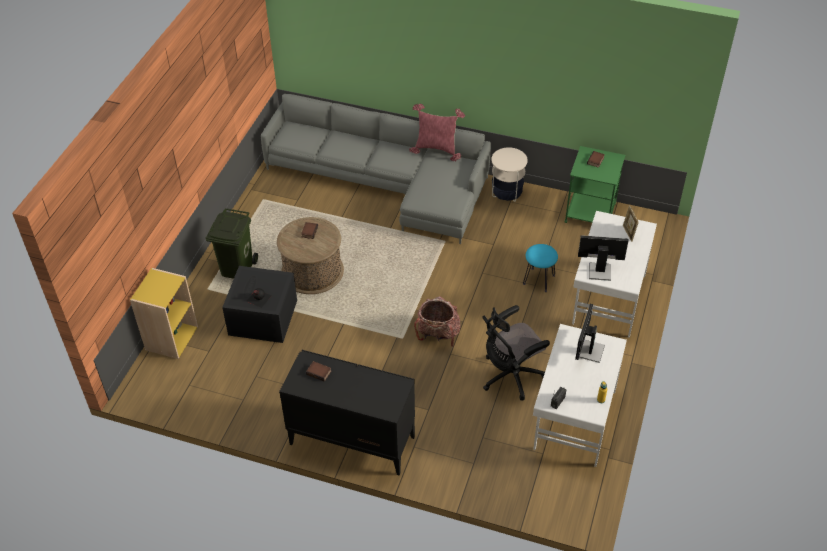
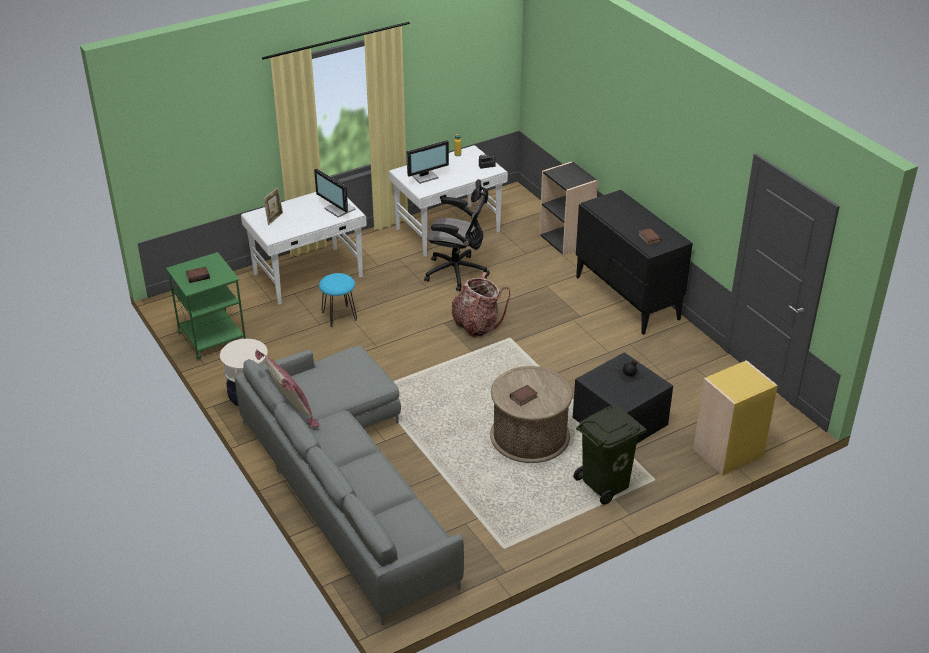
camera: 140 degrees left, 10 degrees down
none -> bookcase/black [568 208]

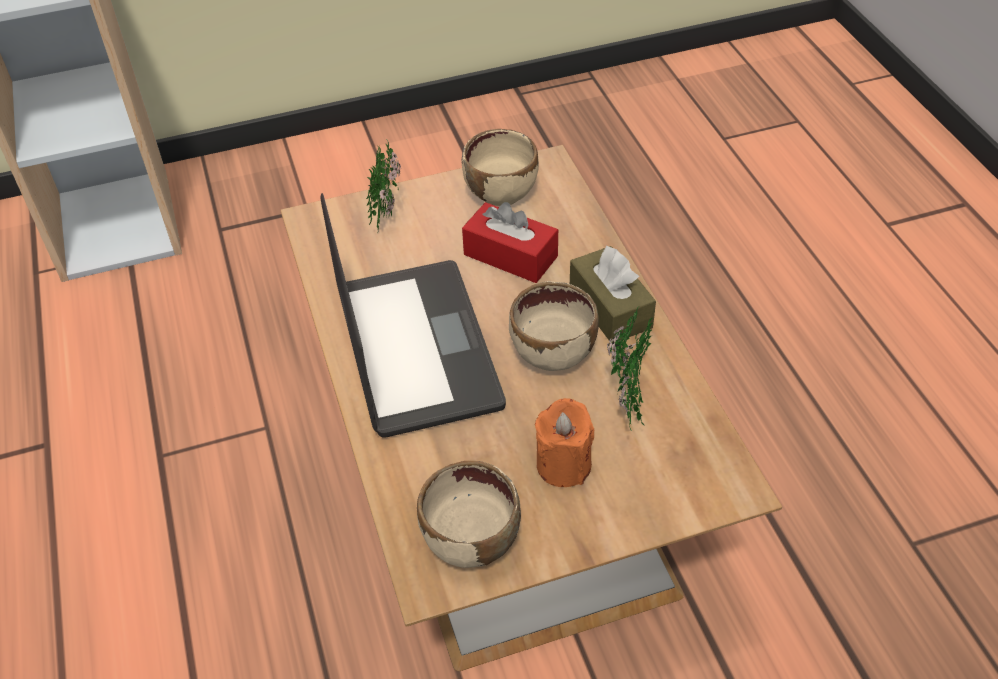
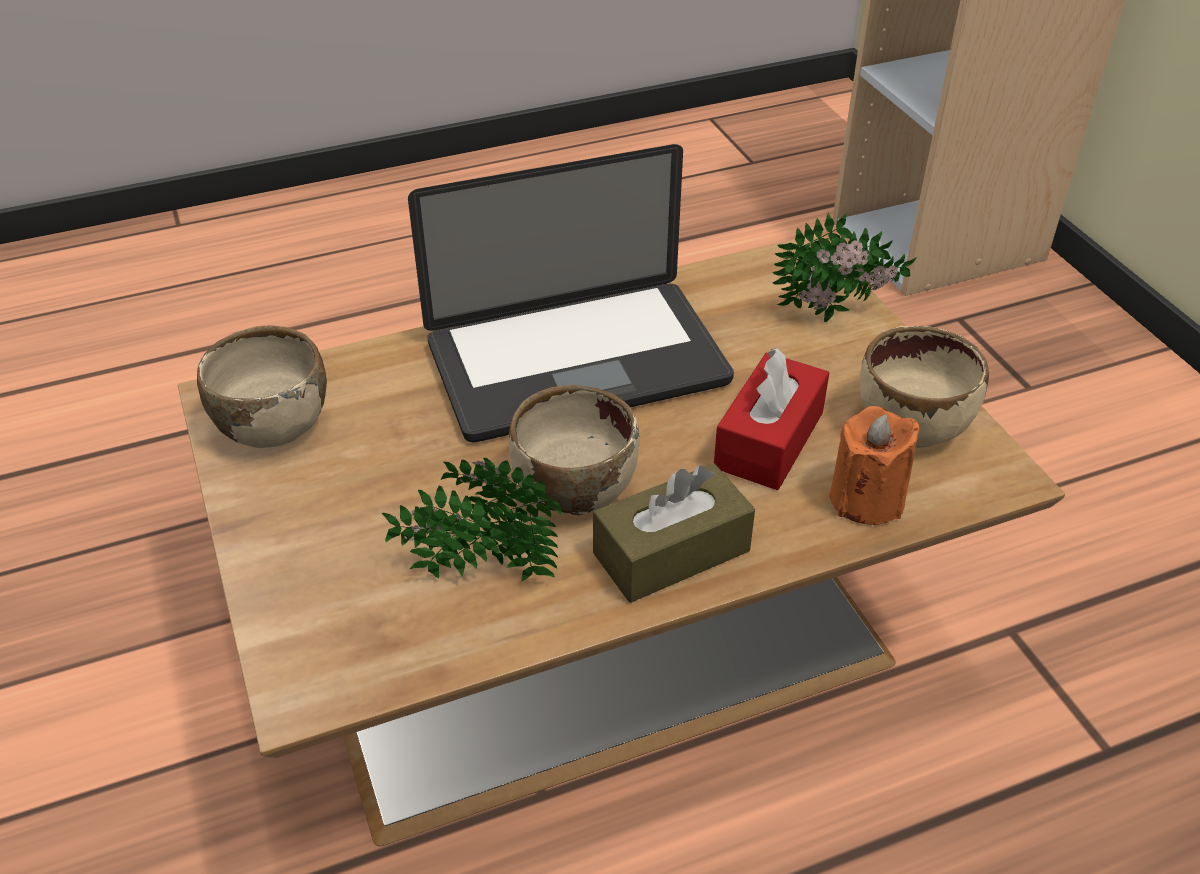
camera: 85 degrees right, 5 degrees down
candle/orange [564 442] -> candle/orange [875 465], moved

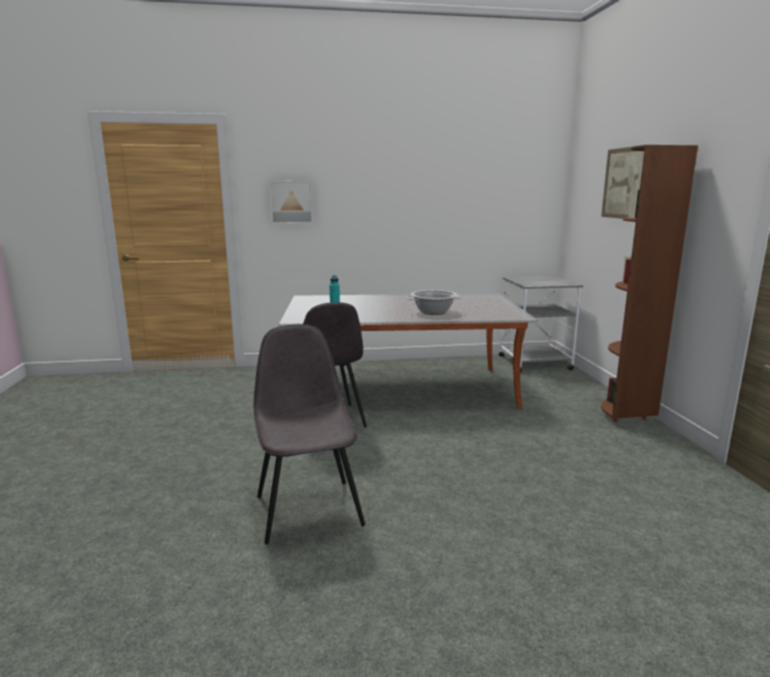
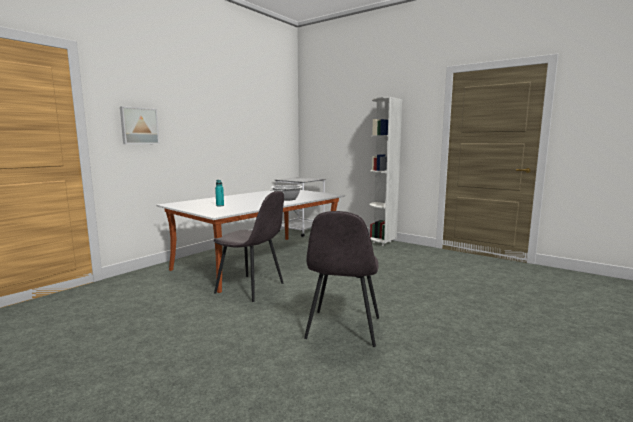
camera: 45 degrees left, 5 degrees down
chair/grey [309 434] -> chair/grey [341 279], 105 degrees counterclockwise
bookcase/brown [649 283] -> bookcase/white [385 171]
picture [622 183] -> none

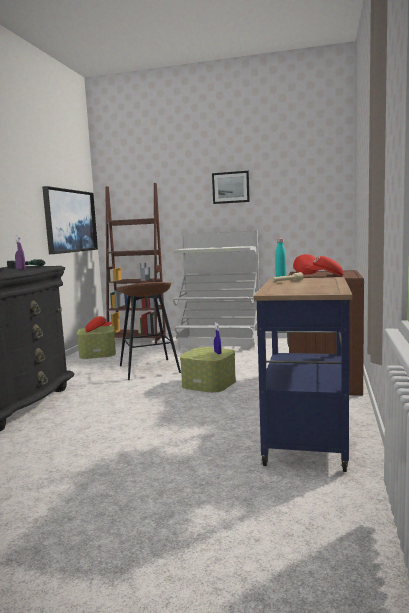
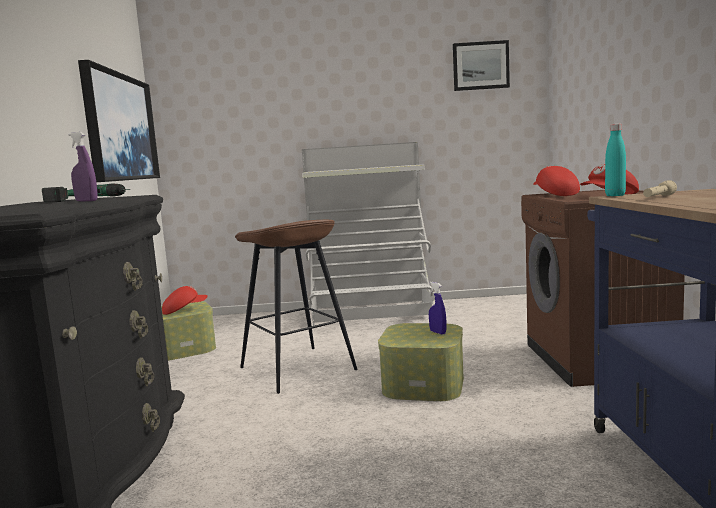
camera: 15 degrees left, 0 degrees up
bookcase/brown [136 263] -> none
picture [231 187] -> picture [481 65], moved

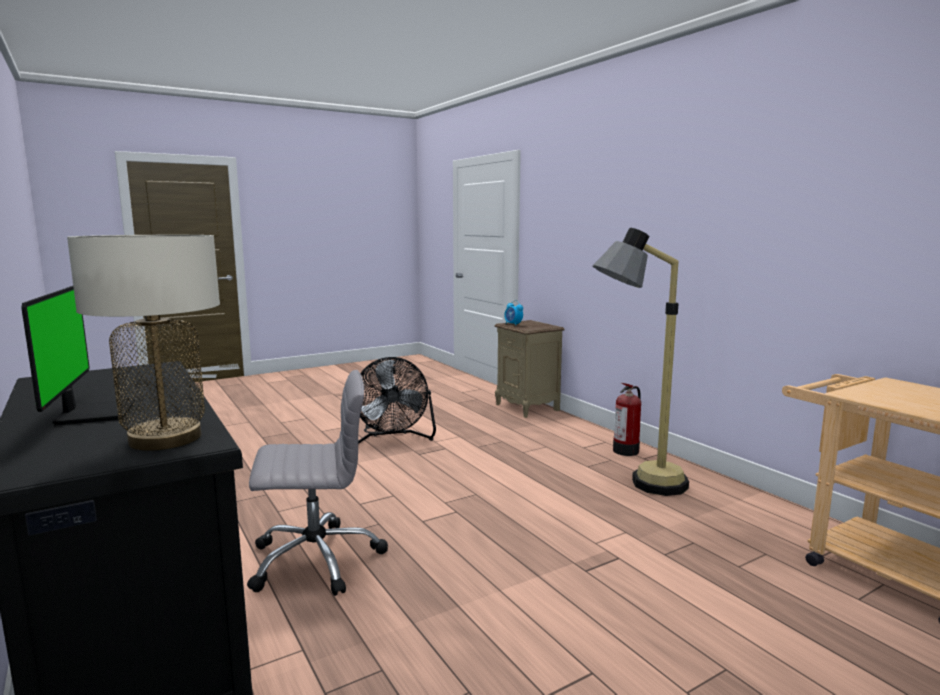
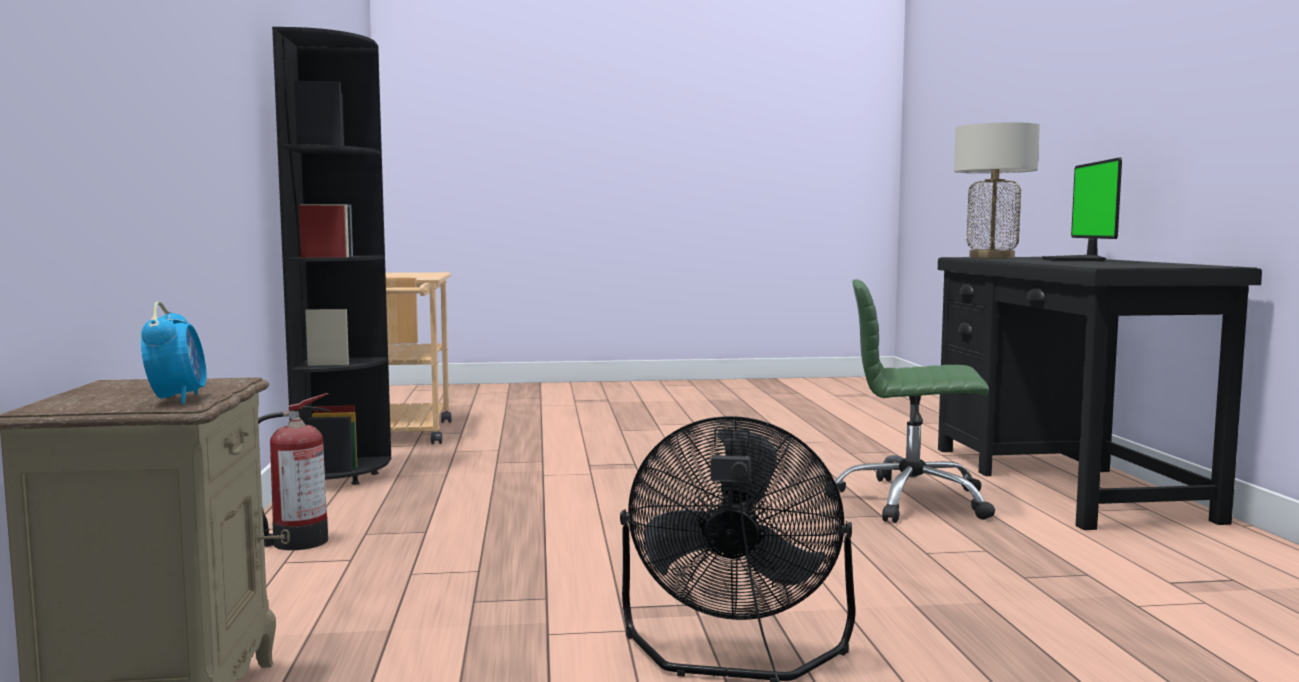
camera: 155 degrees left, 5 degrees down
office chair/grey [317 483] -> office chair/green [909 401]
floor lamp [640 361] -> none
none -> bookcase/black [331 256]

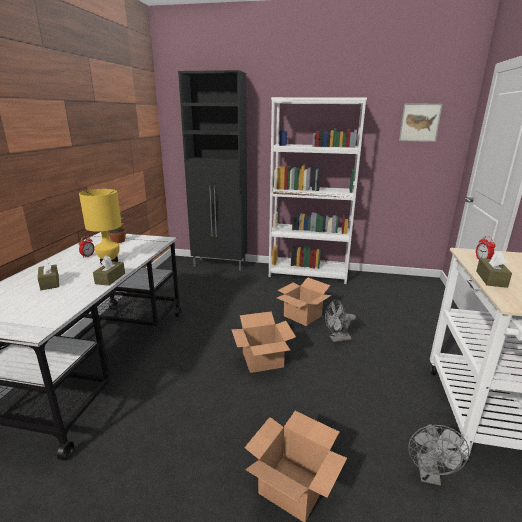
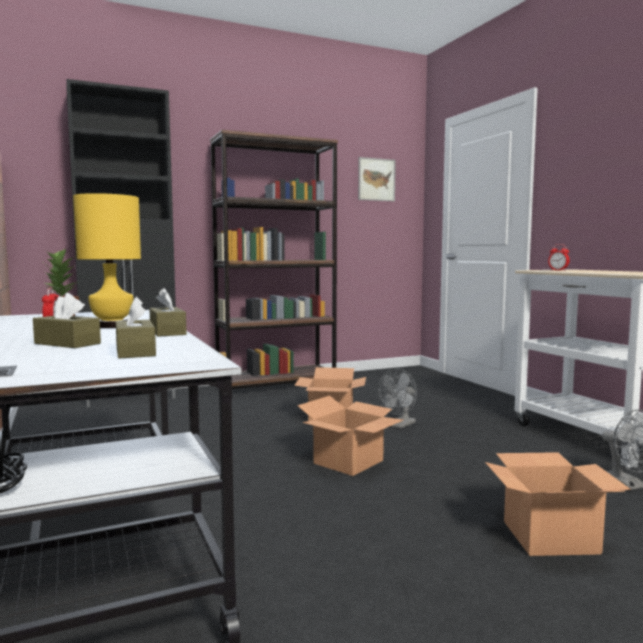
camera: 35 degrees left, 15 degrees down
bookcase/white [318 190] -> bookcase/brown [274 259]
tissue box/brown [494 269] -> tissue box/brown [136 328], moved

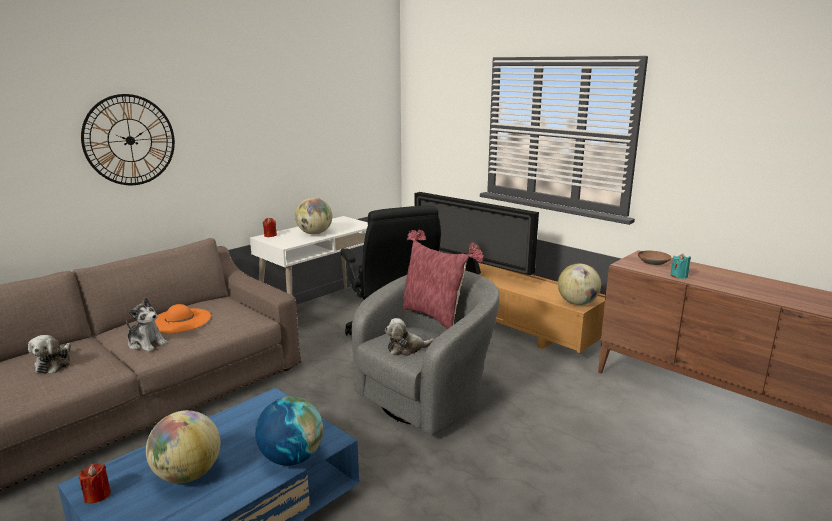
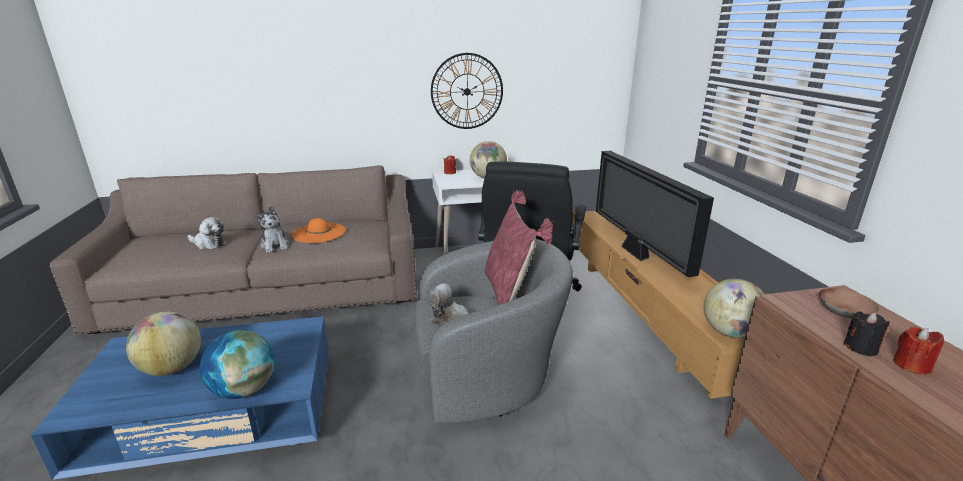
camera: 35 degrees right, 5 degrees up
plush toy [49 354] -> plush toy [207 233], 105 degrees counterclockwise
candle/red [95 483] -> candle/red [918 351], moved
wall clock [128 139] -> wall clock [467 91], moved
candle/turquoise [680 266] -> candle/black [866 334]

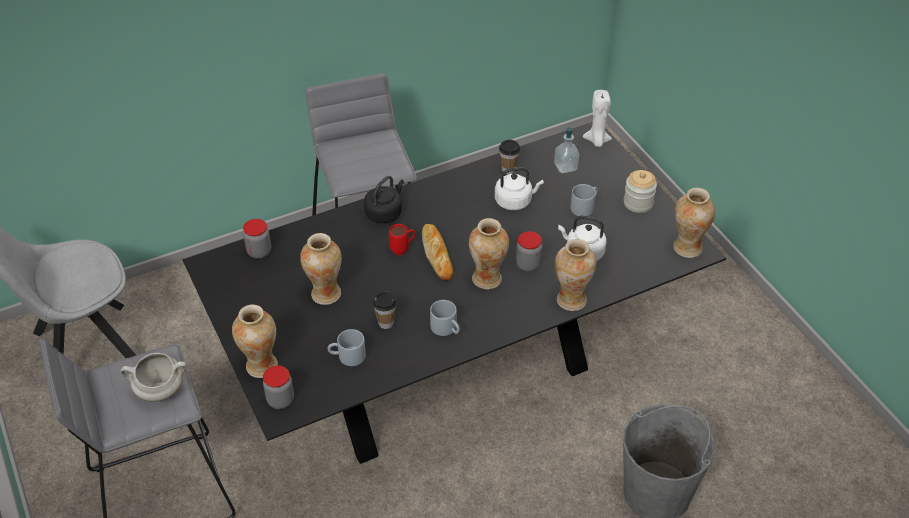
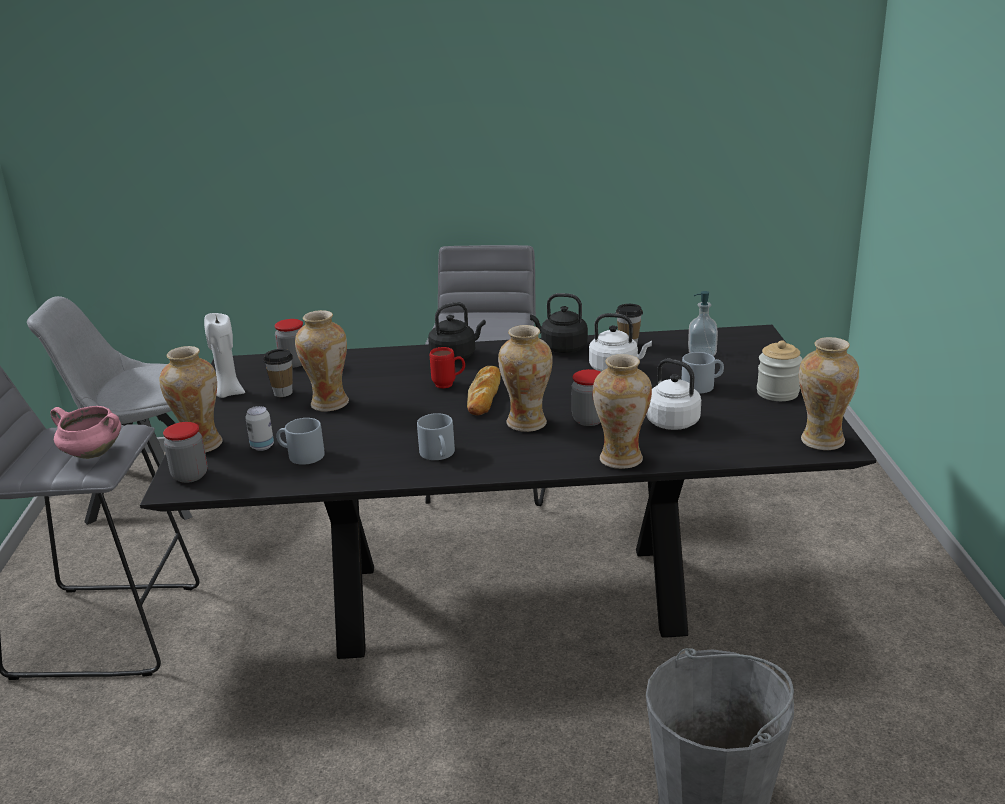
camera: 25 degrees right, 20 degrees down
cooking pot/white [153 377] -> cooking pot/pink [85 432]
cup [385 310] -> cup [278 373], moved
candle/white [597 118] -> candle/white [224 355], moved
none -> can [259 428]
none -> kettle/black [559 323]

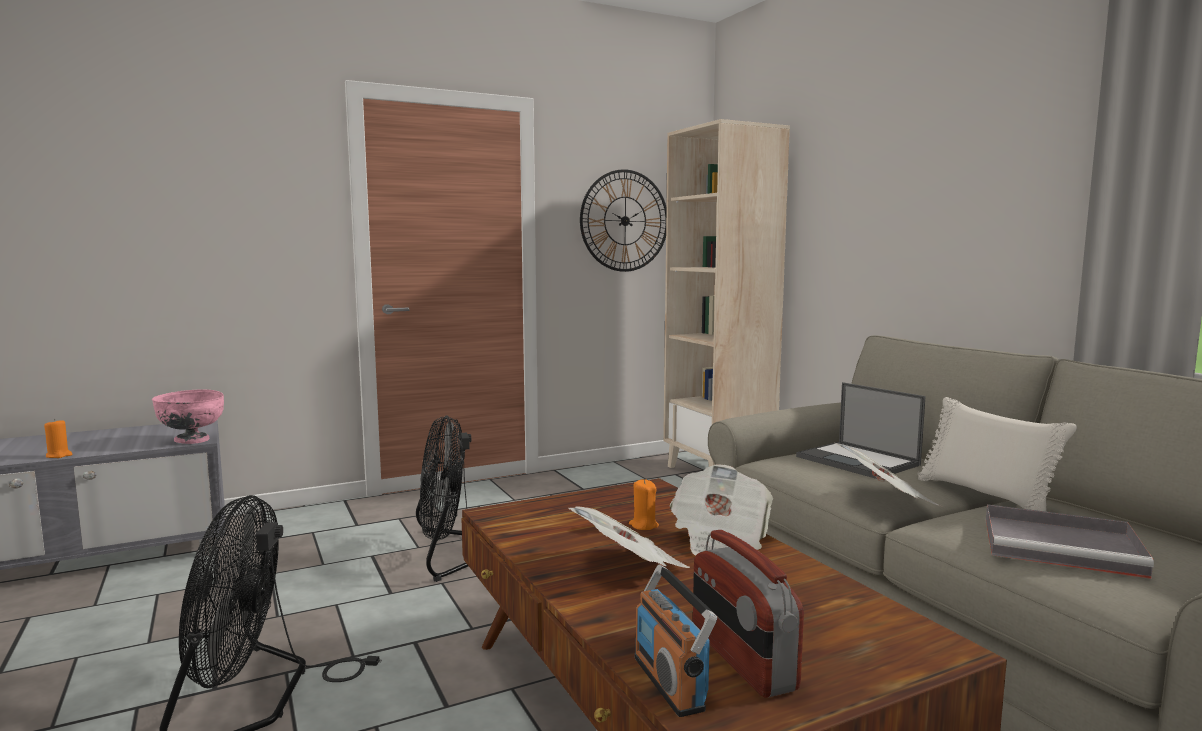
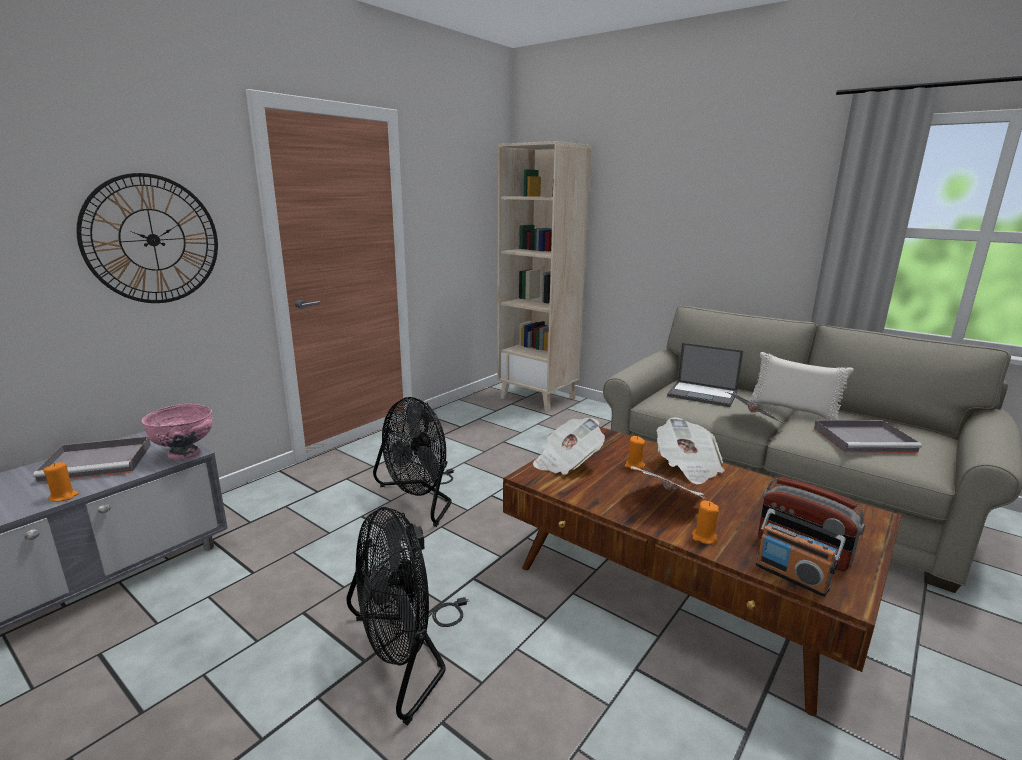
camera: 25 degrees left, 10 degrees up
wall clock [623 220] -> wall clock [147 238], moved
none -> tray/grey [92 459]
none -> newspaper [569 446]
none -> candle/orange [705 522]

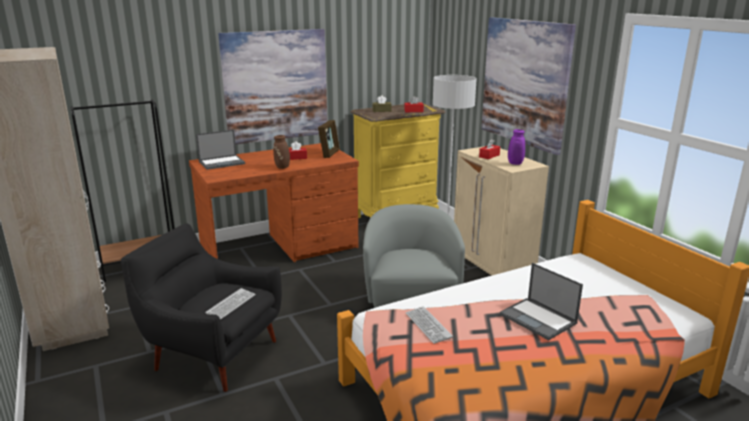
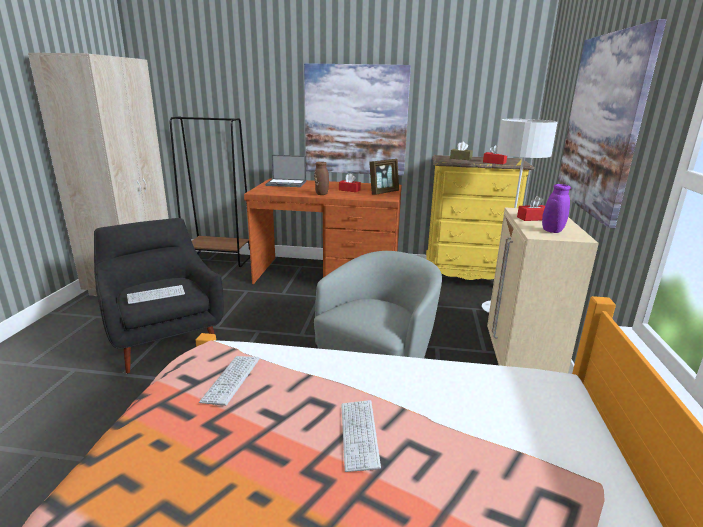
camera: 35 degrees right, 0 degrees up
laptop [541 301] -> keyboard [361 436]

